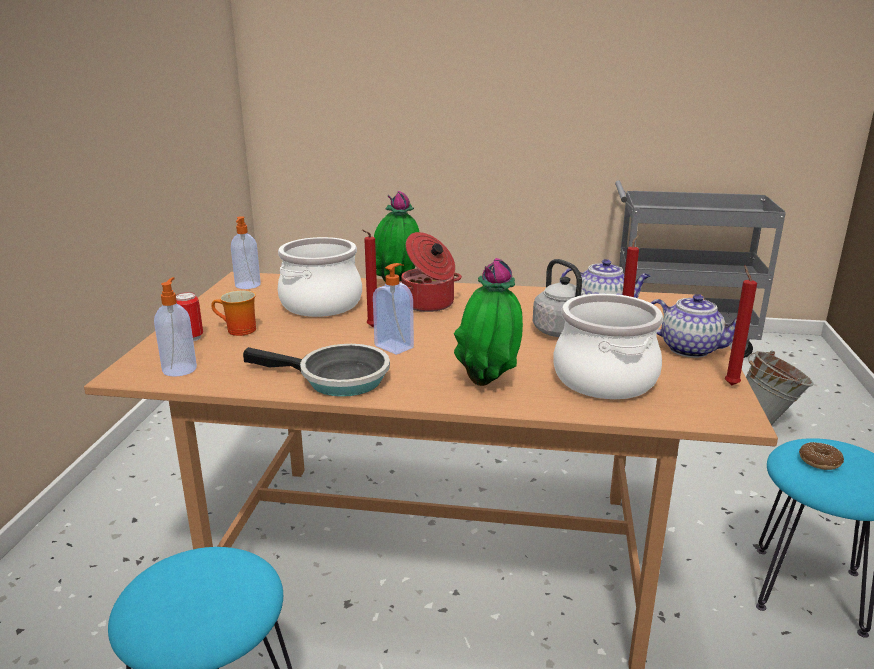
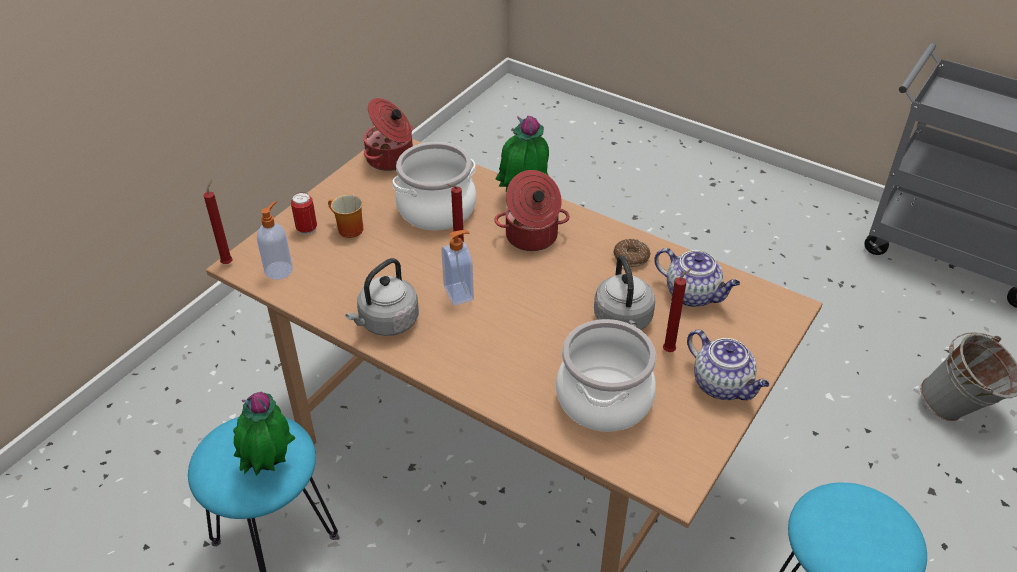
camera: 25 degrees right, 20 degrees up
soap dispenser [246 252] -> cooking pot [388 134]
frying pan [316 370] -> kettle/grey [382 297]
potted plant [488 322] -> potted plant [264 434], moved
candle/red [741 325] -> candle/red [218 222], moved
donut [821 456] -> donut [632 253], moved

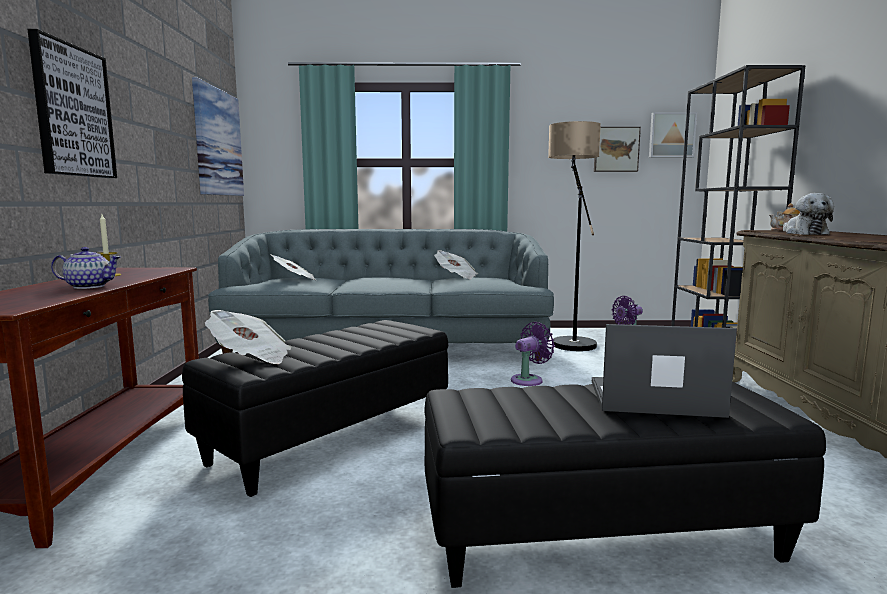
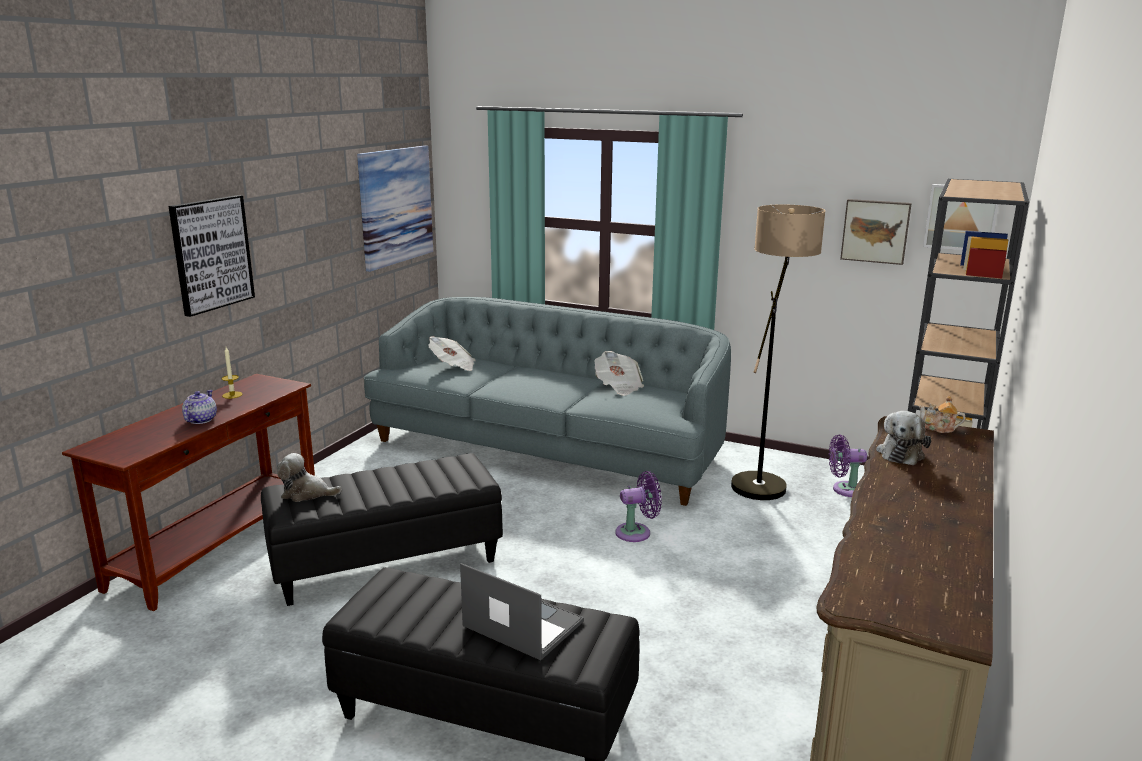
camera: 25 degrees right, 10 degrees up
teapot [86 268] -> teapot [199 407], 105 degrees counterclockwise
newspaper [248 337] -> plush toy [309 477]

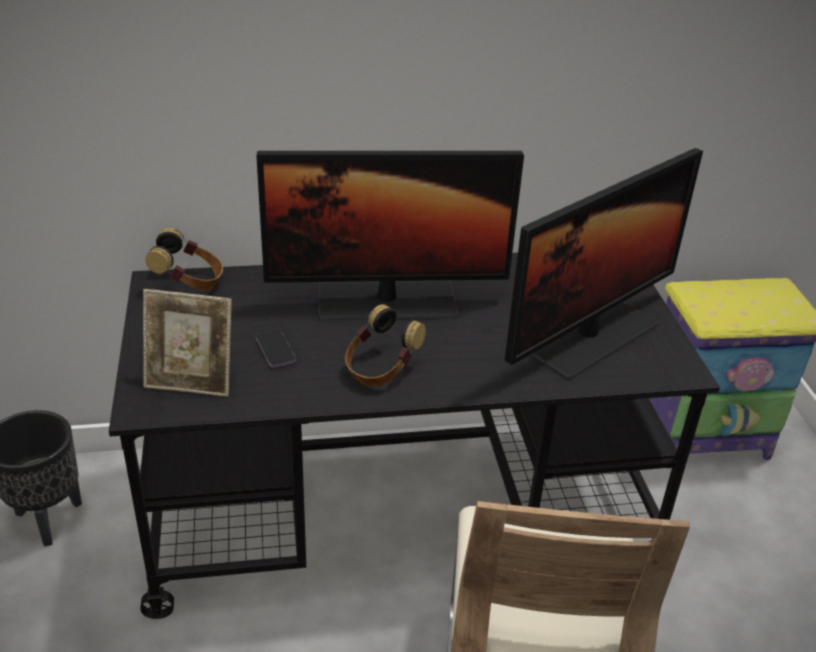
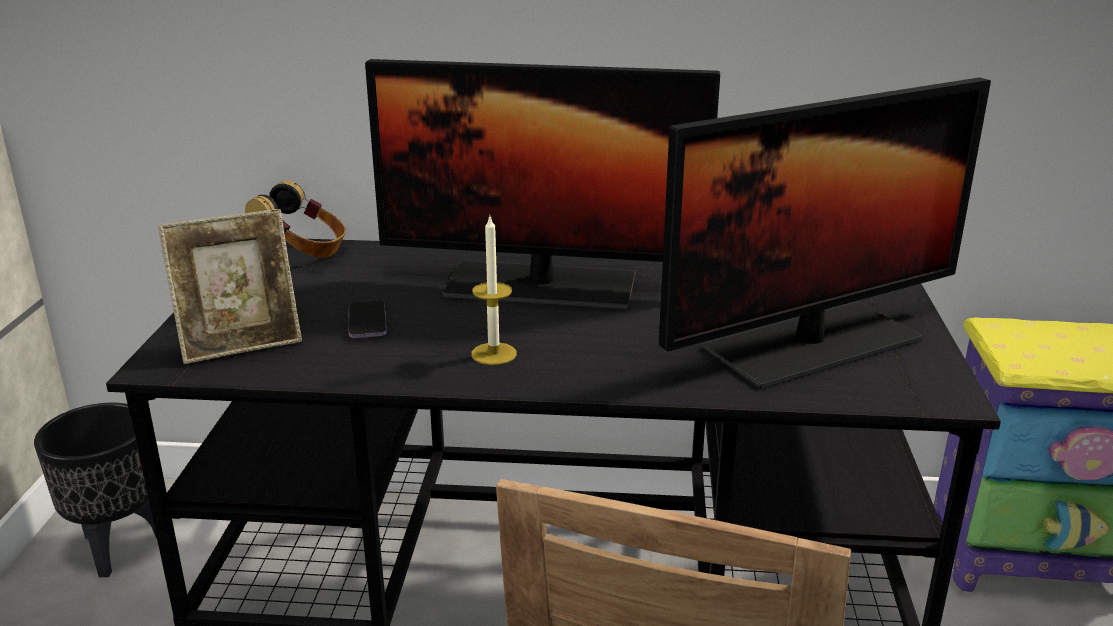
camera: 15 degrees right, 10 degrees down
picture frame [187 343] -> picture frame [230 286], 45 degrees counterclockwise
headphones [385 345] -> candle [494 289]

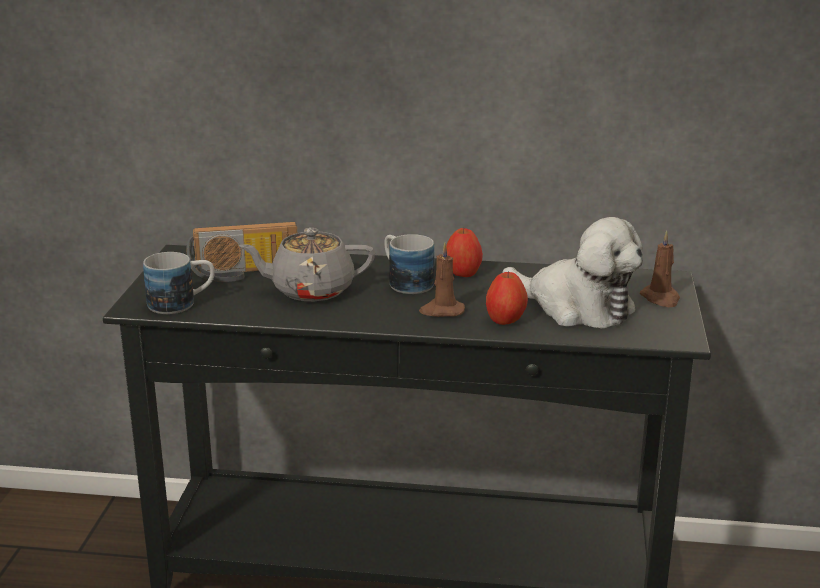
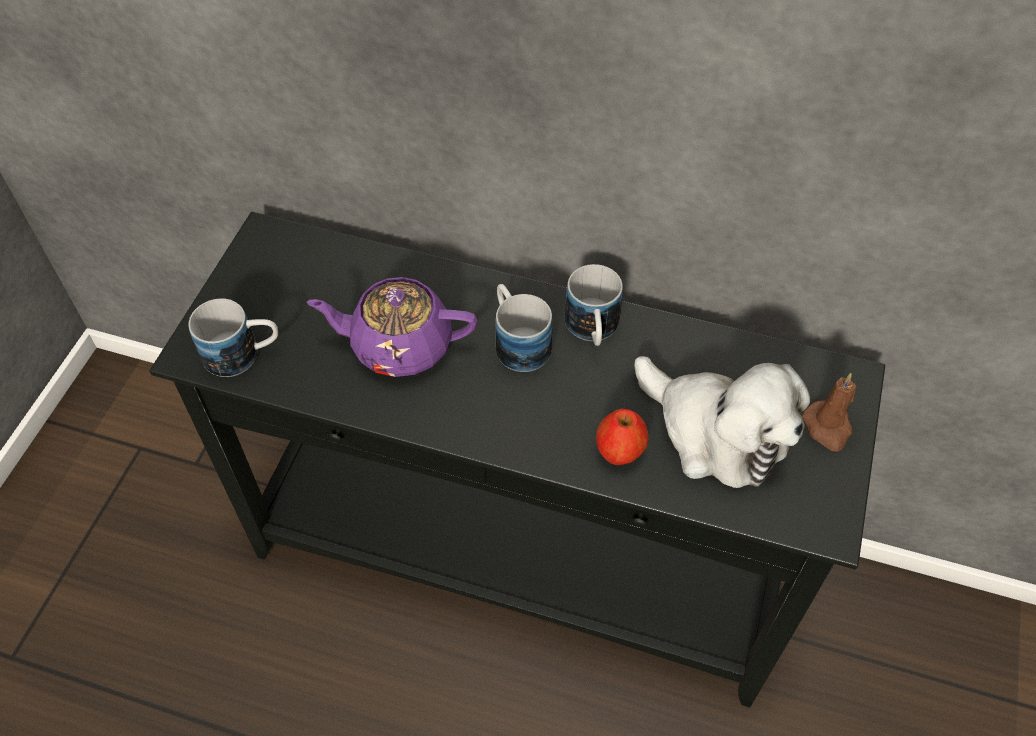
camera: 10 degrees right, 30 degrees up
radio [241 251] -> none
teapot/grey [307 264] -> teapot/purple [392 327]
candle/brown [442 279] -> none
apple [464 252] -> mug [594 305]

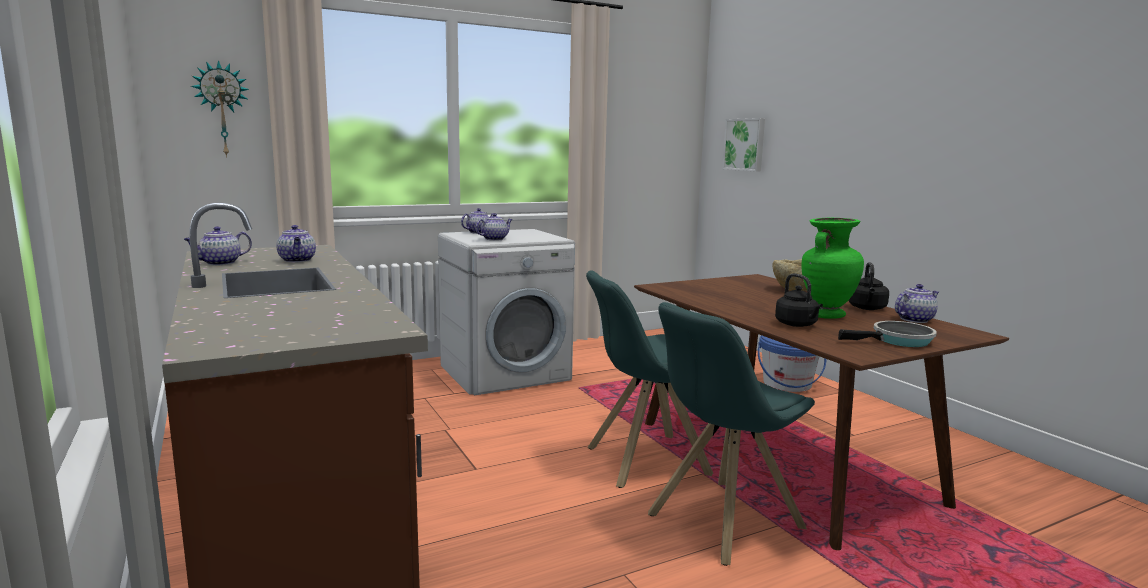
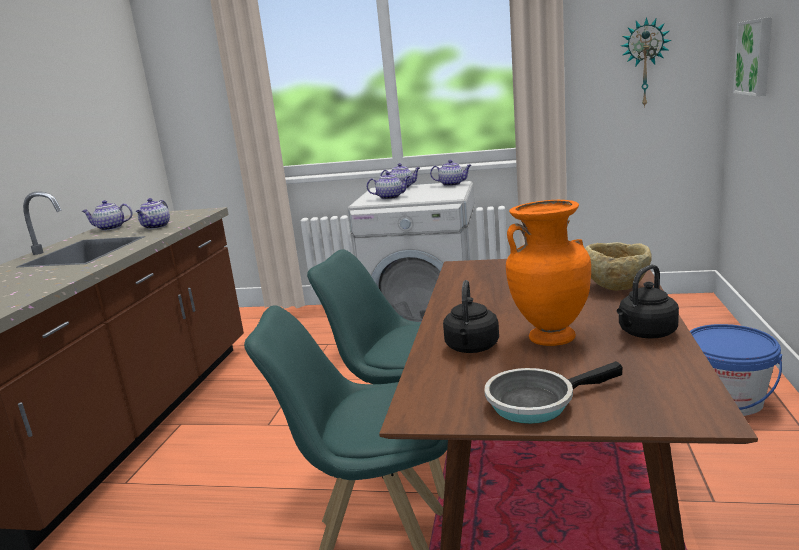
camera: 40 degrees right, 5 degrees up
wall clock [220 108] -> wall clock [646 62], moved
vase/green [833 268] -> vase/orange [548 273]
frying pan [887 334] -> frying pan [553 392], 135 degrees clockwise
teapot [917 303] -> teapot [450 173], moved

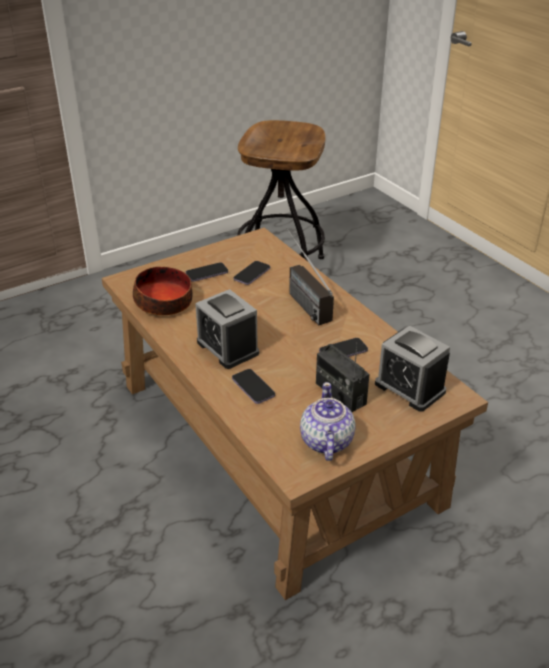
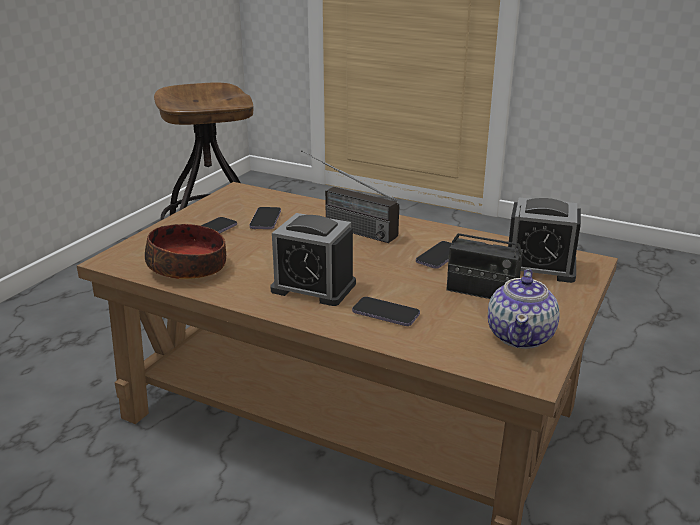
camera: 30 degrees left, 10 degrees down
teapot [328 421] -> teapot [524 309], 135 degrees counterclockwise

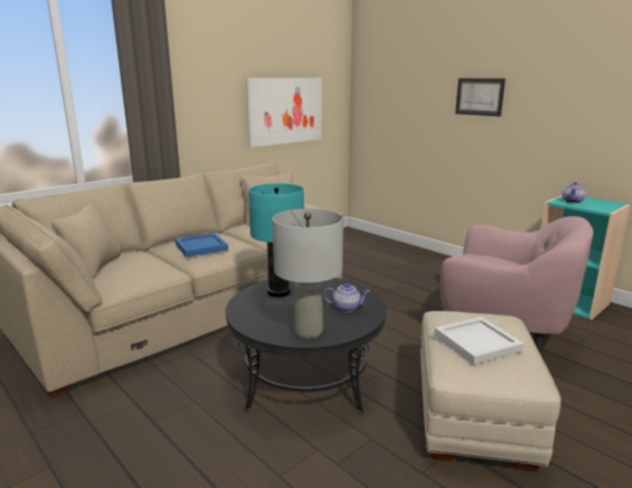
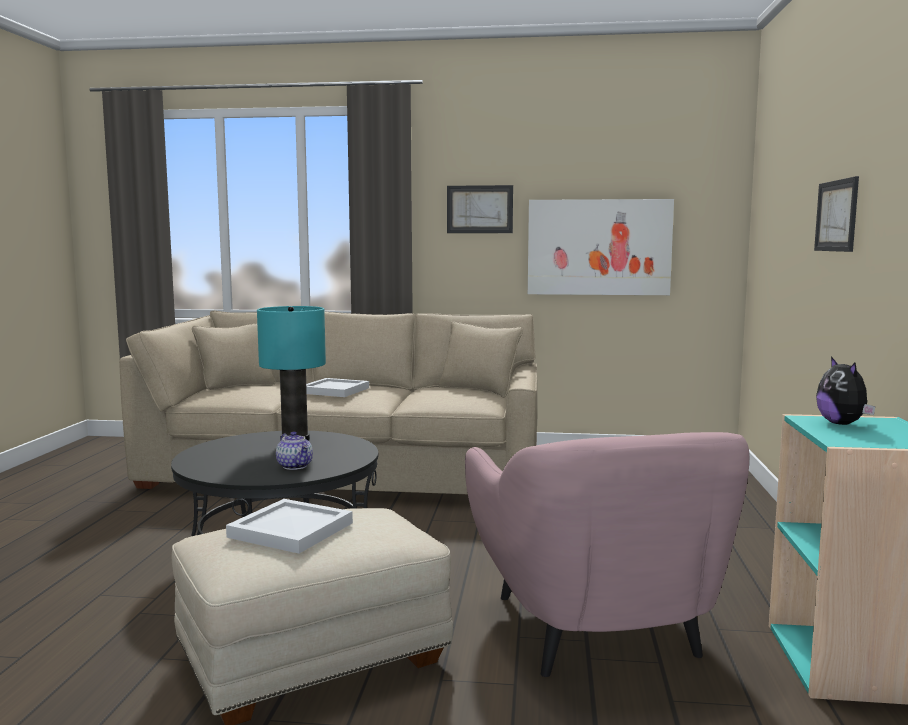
camera: 50 degrees right, 10 degrees down
tray/blue [201 245] -> tray/white [337 387]
table lamp/grey [307 274] -> none
teapot [573 192] -> plush toy [845 391]
none -> picture [480 209]

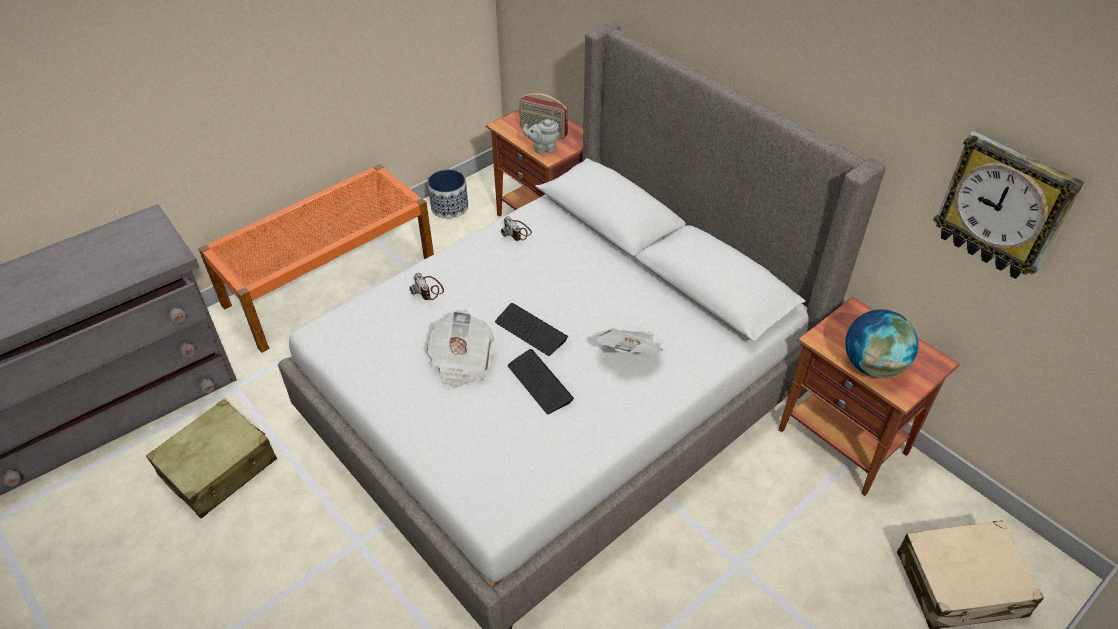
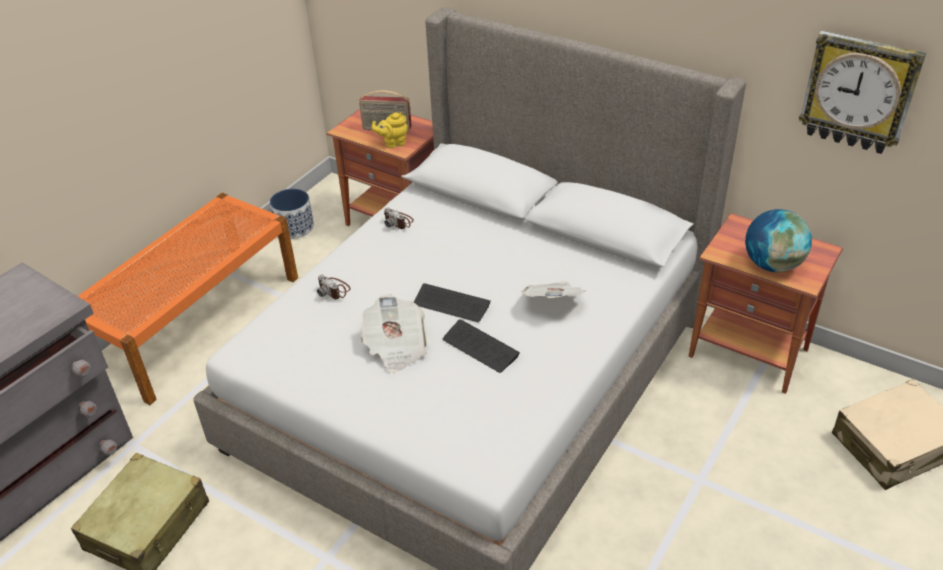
camera: 15 degrees left, 5 degrees down
teapot/grey [541 136] -> teapot/yellow [390 130]

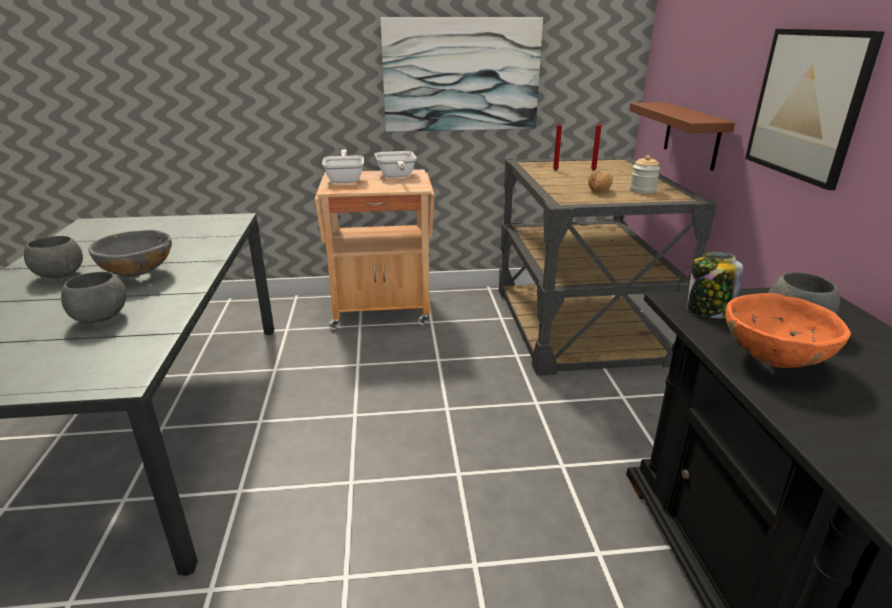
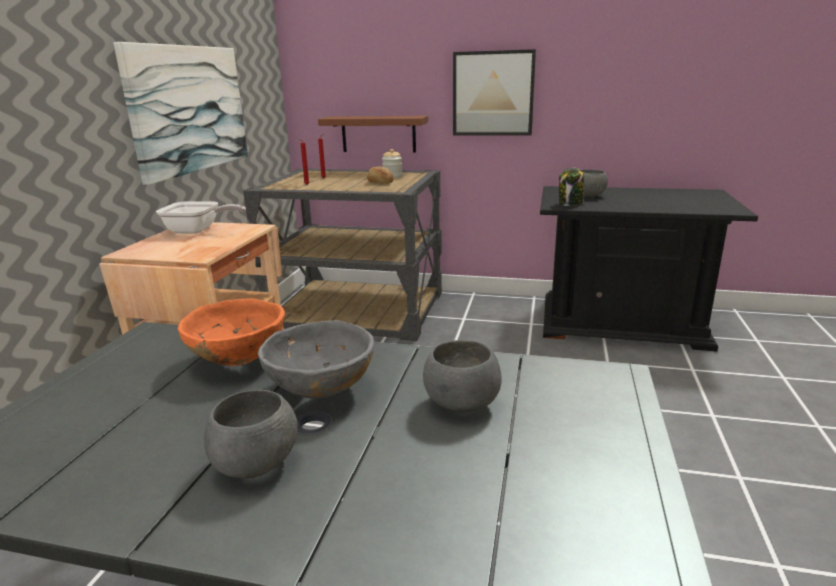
camera: 70 degrees left, 5 degrees down
frying pan [343 166] -> none
bowl/orange [788 330] -> bowl/orange [231 332], moved

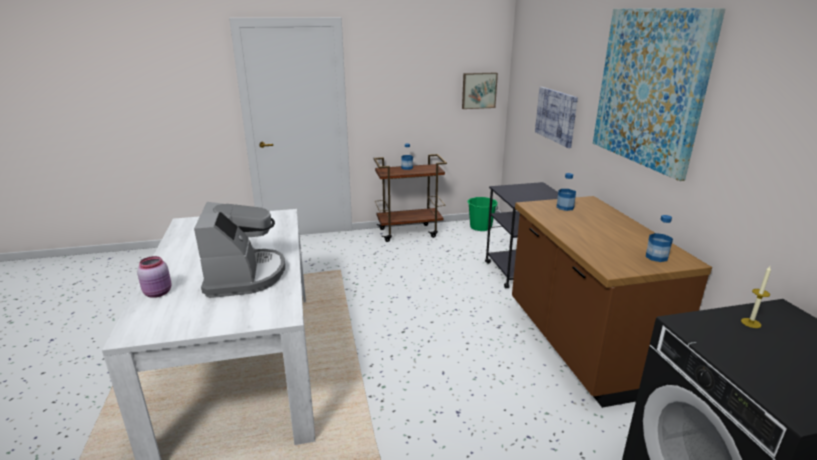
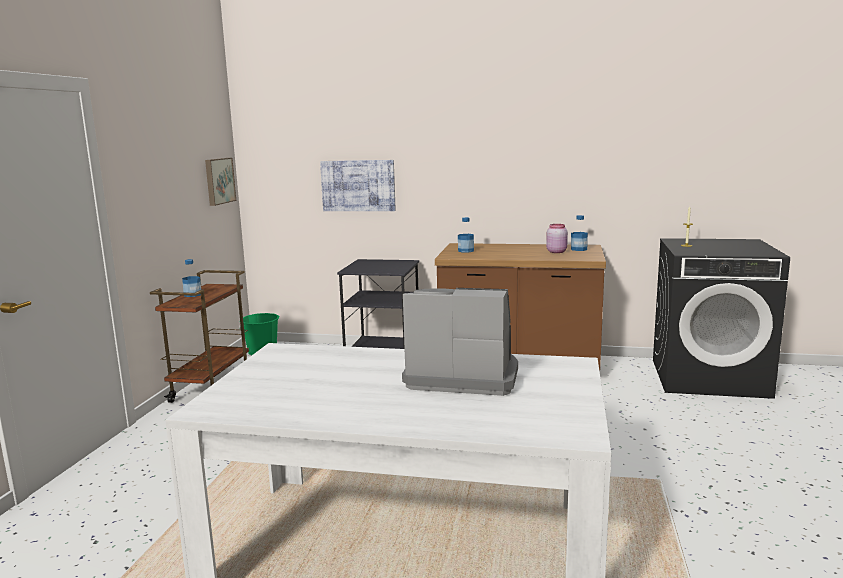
camera: 65 degrees left, 10 degrees down
jar/pink [154 277] -> jar/pink [557 238], moved
picture [659 94] -> none

